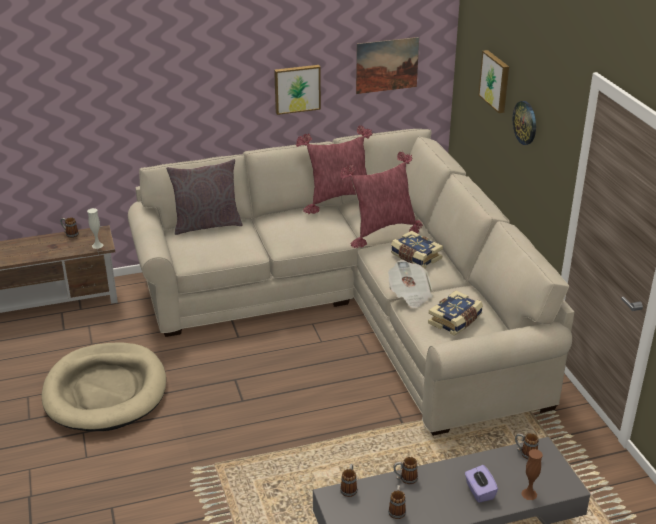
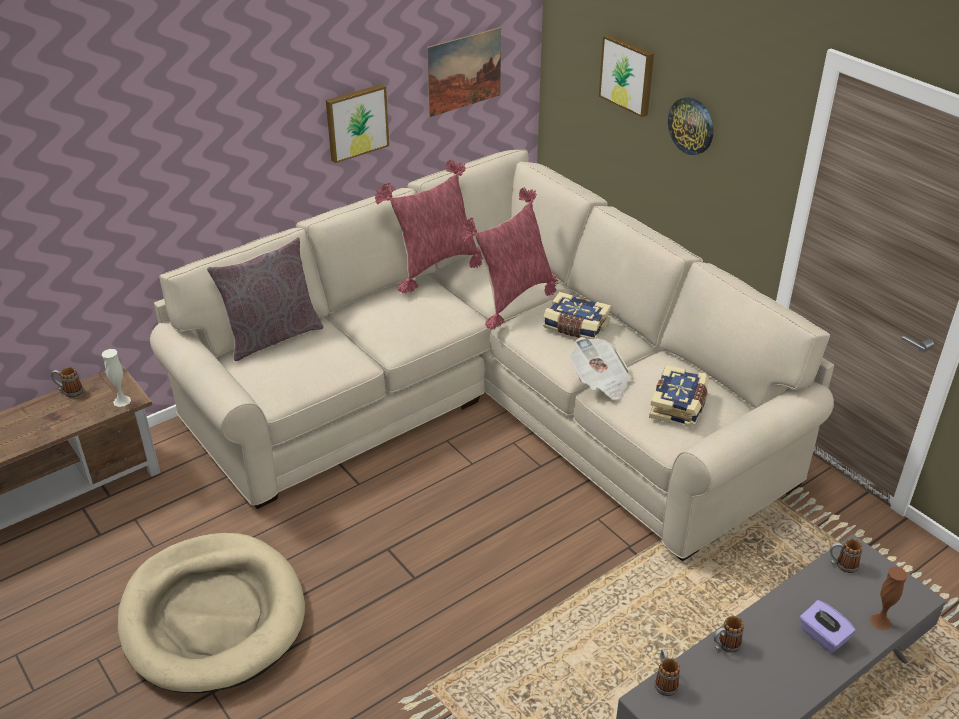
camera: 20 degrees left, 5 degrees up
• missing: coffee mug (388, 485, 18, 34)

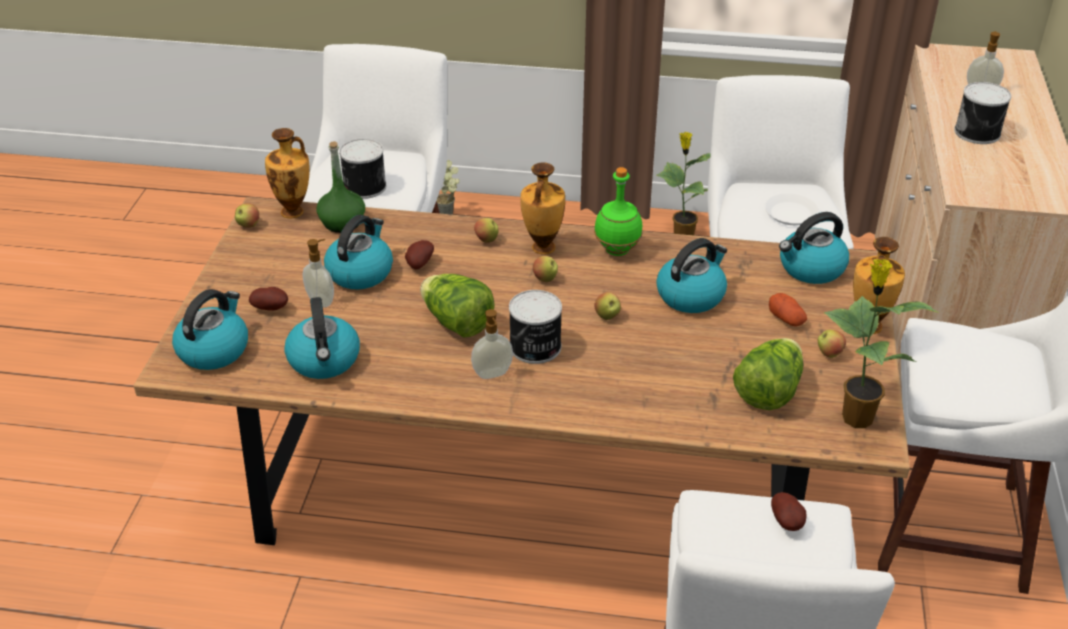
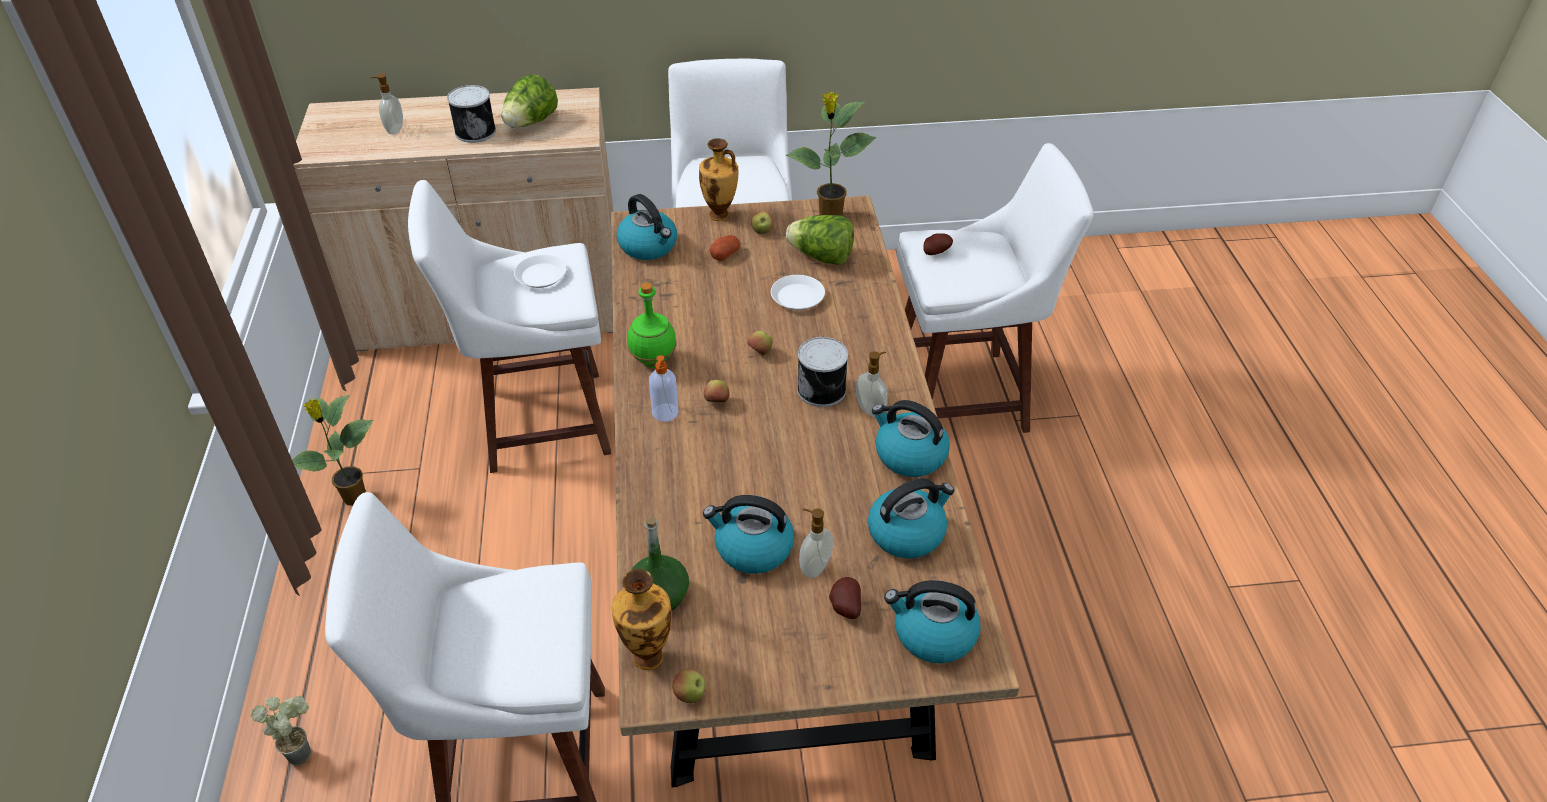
camera: 105 degrees left, 5 degrees up
• missing: metal can (339, 139, 47, 60)
• exchanged: flower vase (520, 162, 45, 92) to liquid soap bottle (649, 355, 30, 67)
• missing: apple fruit (474, 218, 25, 25)
• relocated: kettle (656, 238, 71, 75) to (872, 400, 78, 77)
• missing: whole potato (405, 240, 29, 29)
• relocated: lettuce head (420, 274, 75, 64) to (502, 74, 56, 54)
• appeared: dinner plate/whitish (771, 275, 54, 35)

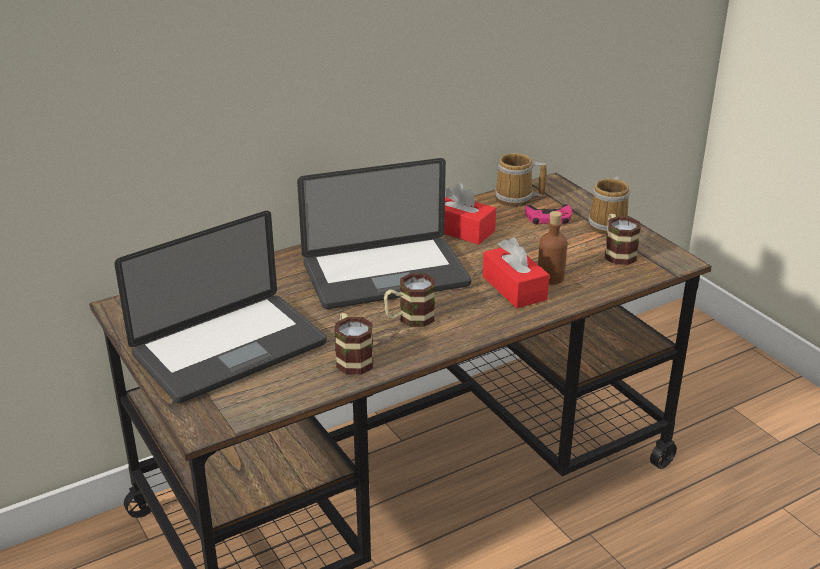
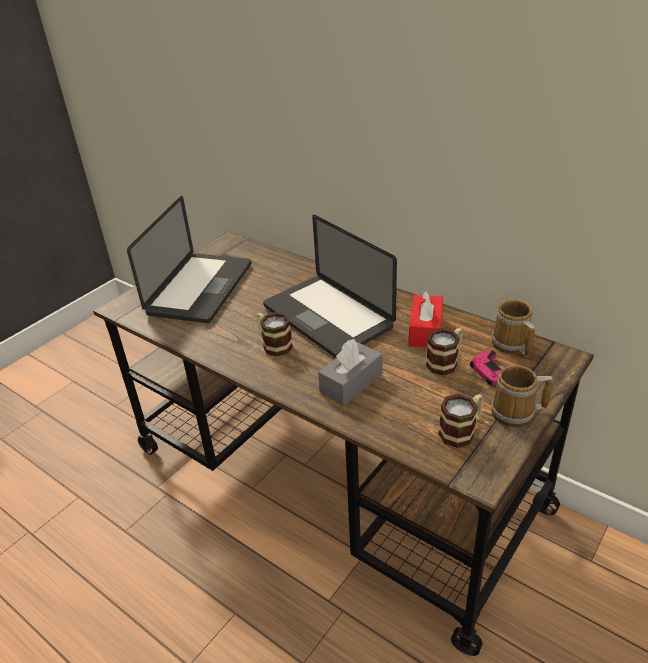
camera: 70 degrees right, 5 degrees up
• spun: notebook computer (114, 211, 213, 192) = (127, 196, 124, 127) 105 degrees counterclockwise
• missing: drink bottle/brownish (538, 211, 29, 74)
• colour: tissue holder/reddish (483, 237, 66, 71) to tissue holder/gray (318, 339, 64, 67)
• relocated: coffee mug (334, 313, 40, 62) to (426, 328, 37, 48)

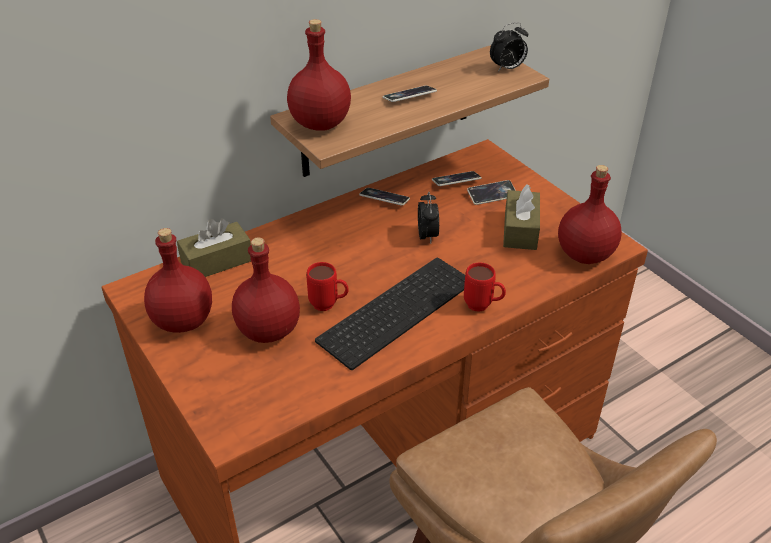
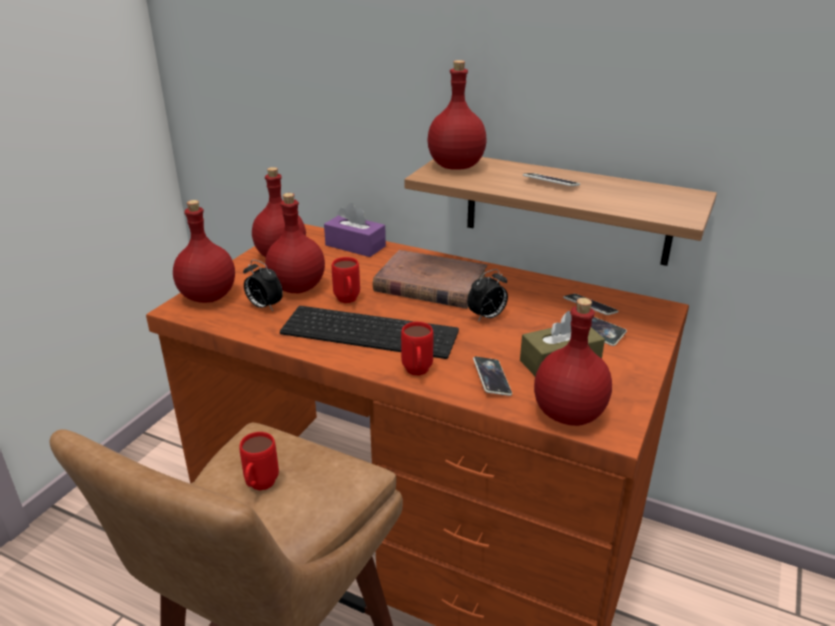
camera: 60 degrees right, 10 degrees down
• relocated: alarm clock (490, 22, 38, 50) to (243, 260, 40, 51)
• relocated: phone (359, 188, 51, 17) to (473, 356, 39, 40)
• colour: tissue holder/brownish (177, 218, 74, 59) to tissue holder/purple (324, 203, 62, 54)
• appeared: drink bottle/reddish (173, 200, 62, 103)
• appeared: book/brownish (373, 250, 115, 59)
• appeared: coffee mug/reddish (239, 432, 40, 58)

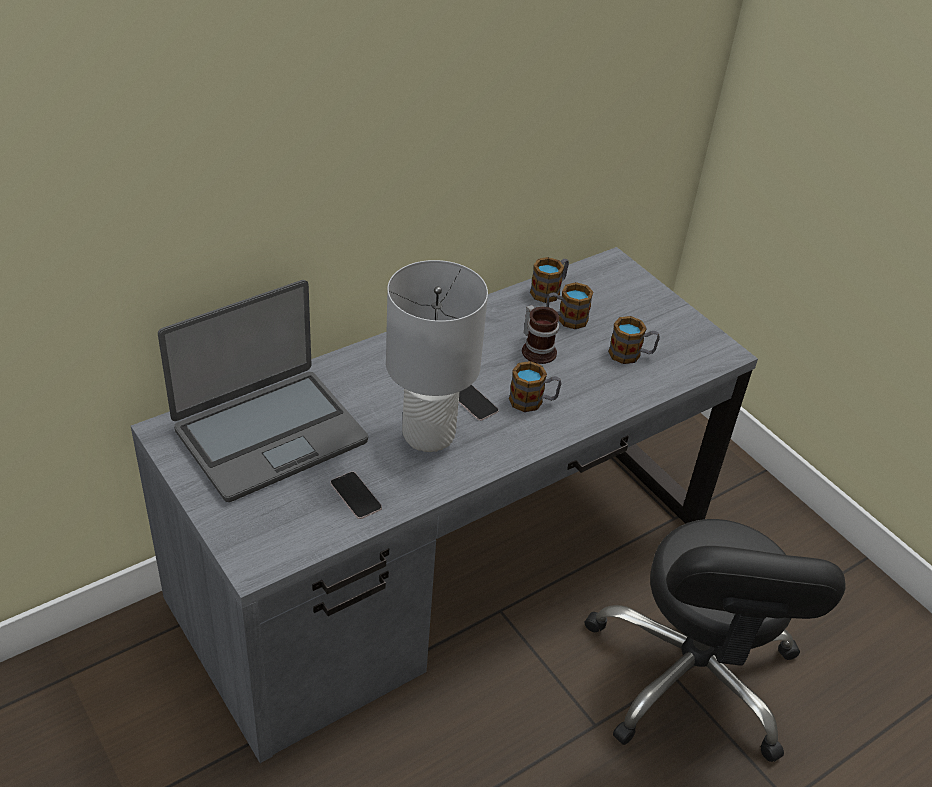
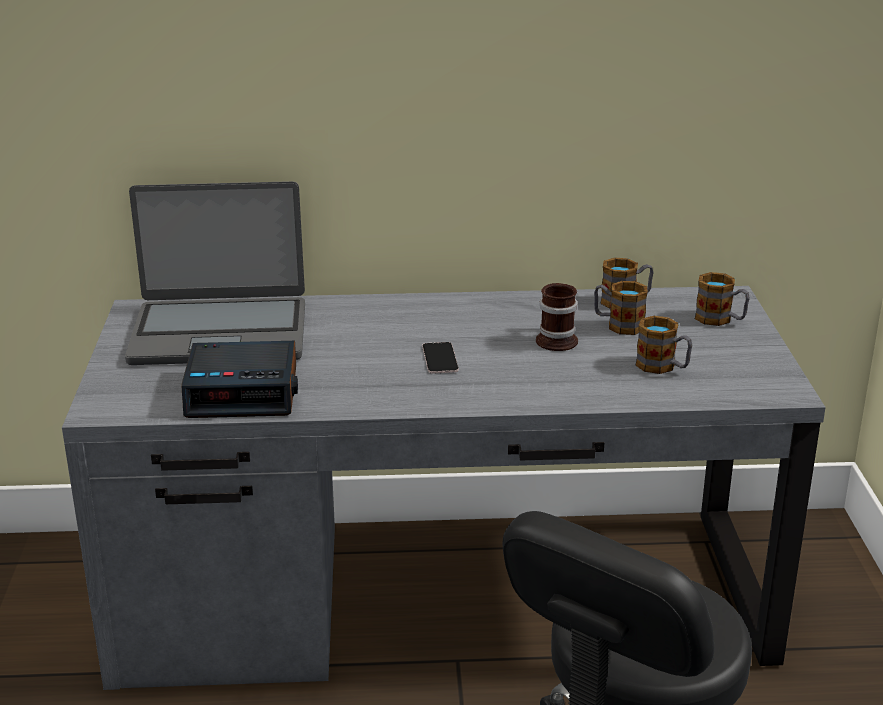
camera: 35 degrees right, 15 degrees down
• missing: lamp for a table/gray (386, 260, 102, 192)
• relocated: coffee mug (509, 361, 53, 51) to (695, 272, 55, 54)
• exchanged: phone (331, 472, 51, 47) to alarm clock (181, 341, 117, 77)

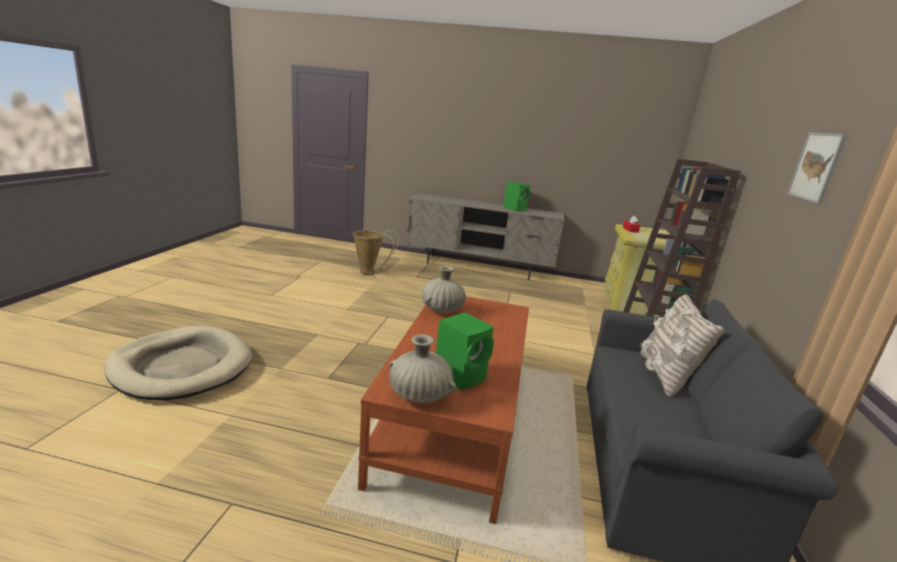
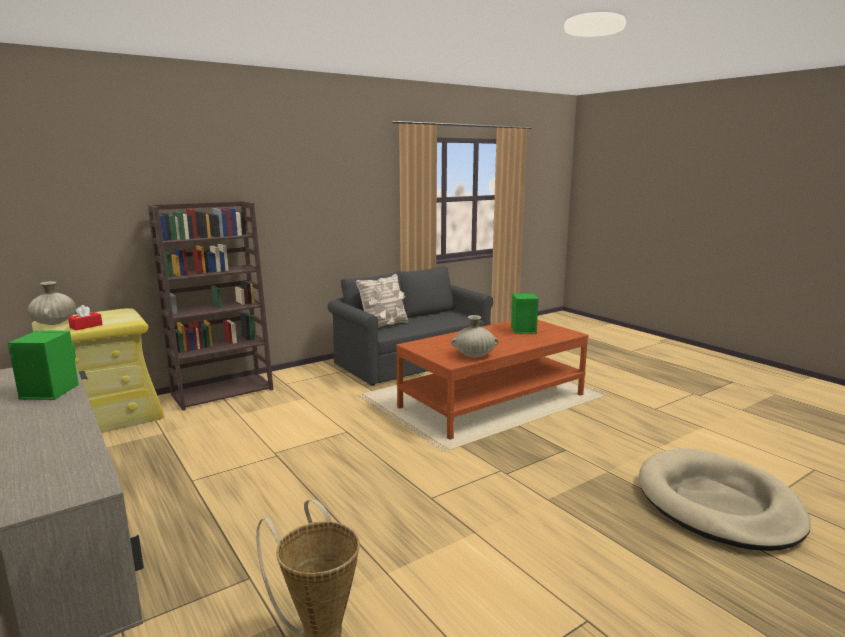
camera: 135 degrees left, 5 degrees down
• missing: wall picture (787, 132, 60, 72)
• relocated: flower vase/sand-coloured (389, 334, 67, 69) to (27, 281, 49, 44)

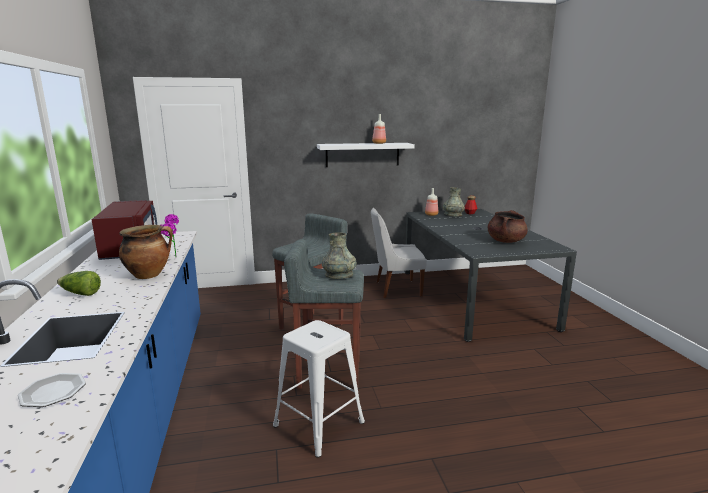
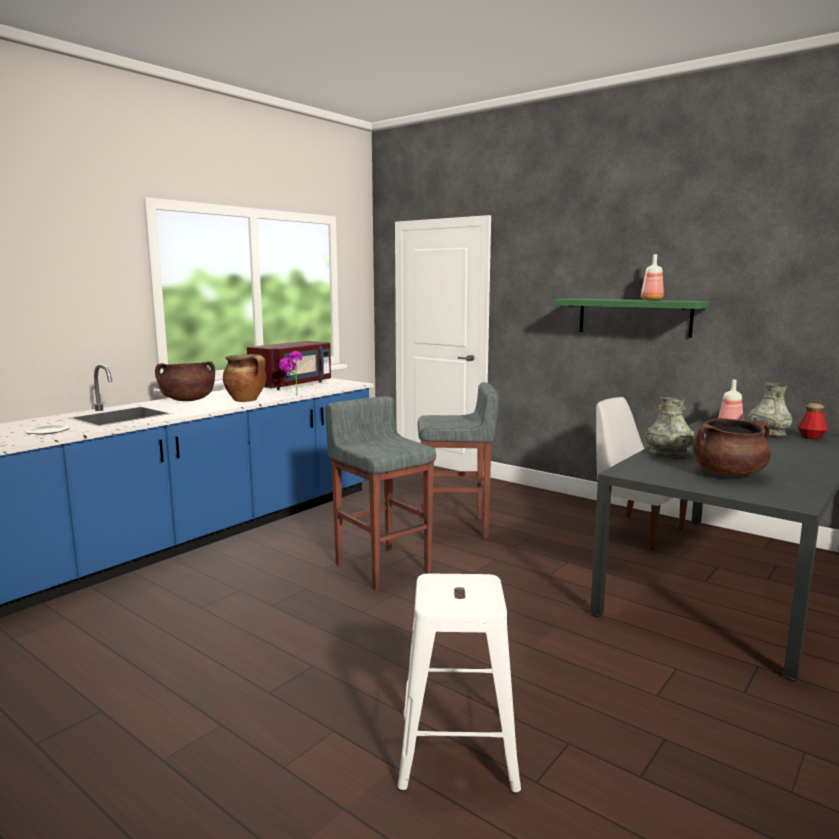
camera: 50 degrees right, 5 degrees down
• colour: wall shelf/whitish (317, 143, 98, 24) to wall shelf/greenish (554, 298, 155, 40)
• relocated: flower vase/gray (322, 232, 35, 47) to (645, 397, 49, 60)
• exchanged: lettuce head (57, 271, 44, 25) to stockpot/brownish (155, 361, 60, 40)
• relocated: sitting stool/whitish (273, 320, 92, 138) to (397, 574, 124, 220)

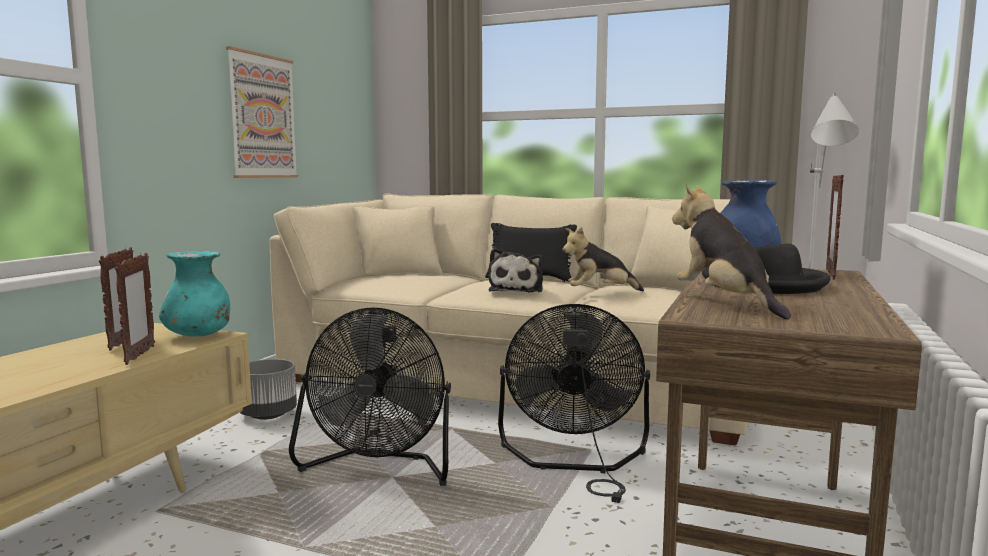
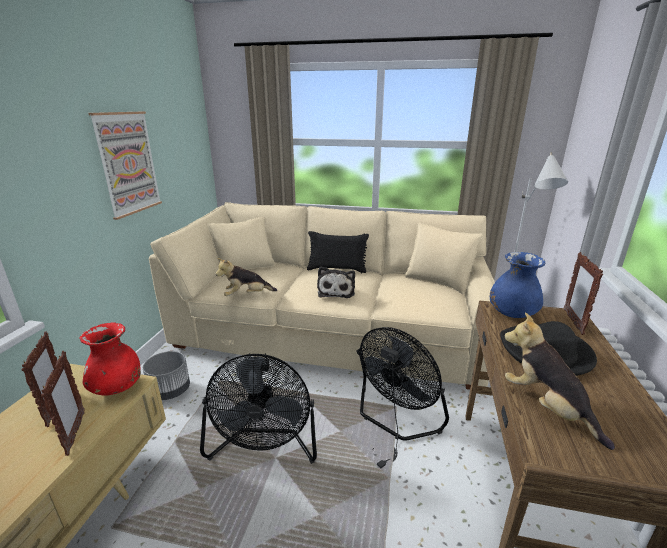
camera: 10 degrees left, 15 degrees up
• relocated: cuddly toy (563, 227, 81, 64) to (215, 258, 62, 38)
• colour: flower vase/turquoise (159, 251, 71, 86) to flower vase/reddish (79, 322, 62, 74)
• spun: cooling fan/black (498, 304, 152, 199) = (356, 327, 93, 142) 45 degrees clockwise

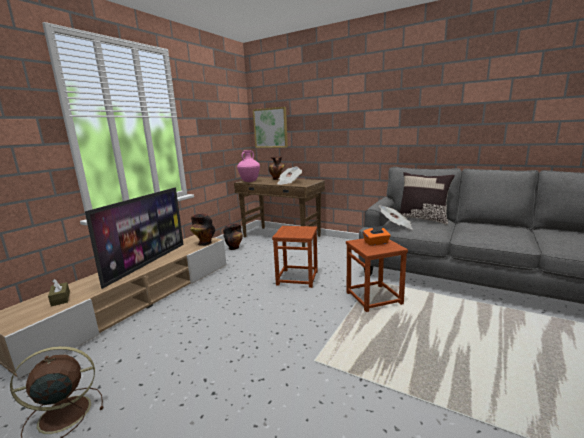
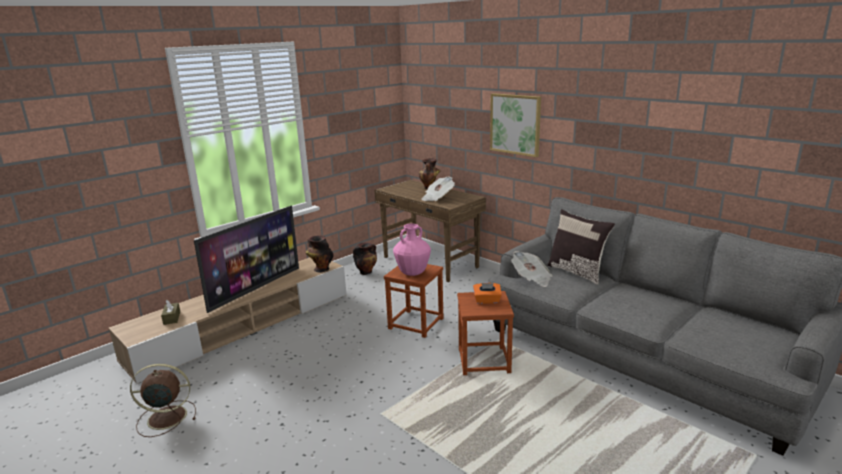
camera: 15 degrees right, 5 degrees up
• relocated: wall picture (253, 107, 35, 41) to (490, 93, 51, 64)
• relocated: flower vase/pinkish (237, 150, 23, 32) to (393, 224, 38, 52)

